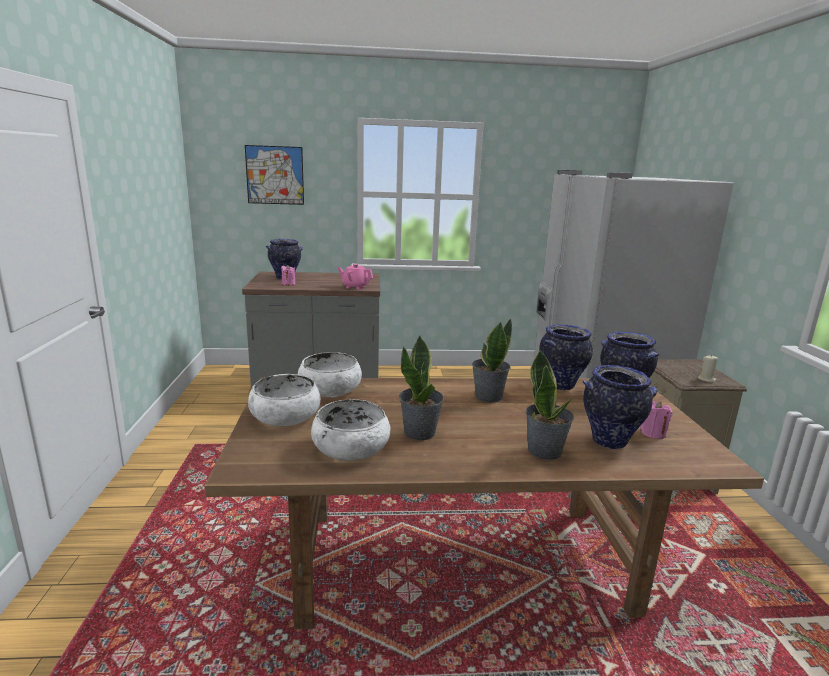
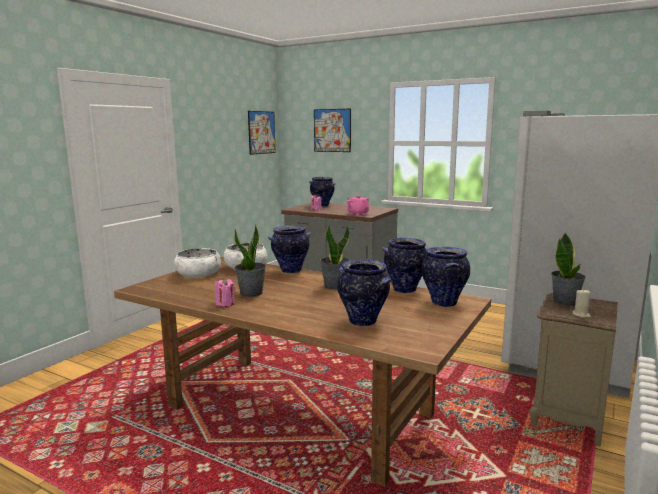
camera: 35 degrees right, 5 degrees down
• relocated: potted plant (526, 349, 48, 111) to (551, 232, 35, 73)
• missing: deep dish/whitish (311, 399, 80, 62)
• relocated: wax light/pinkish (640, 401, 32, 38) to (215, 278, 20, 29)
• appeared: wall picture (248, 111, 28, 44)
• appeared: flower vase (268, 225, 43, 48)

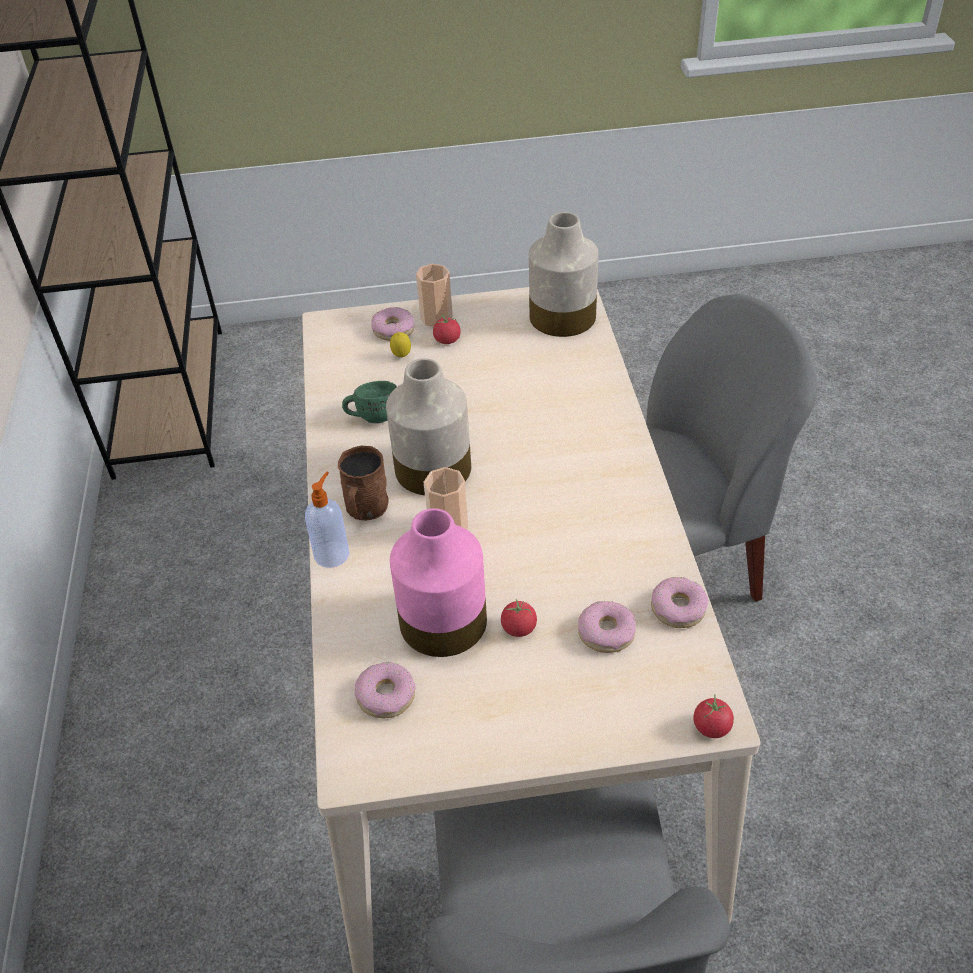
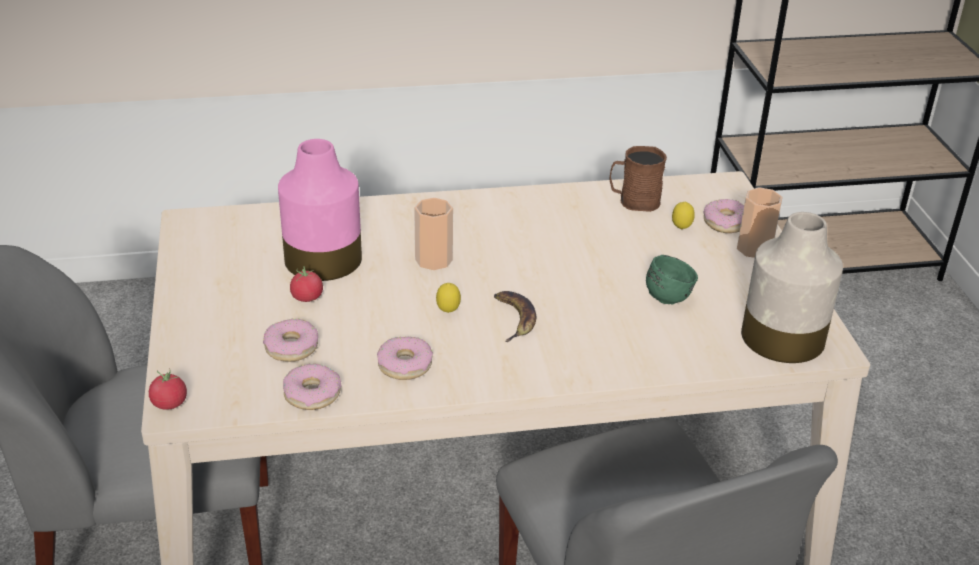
camera: 85 degrees right, 10 degrees down
• missing: tomato (433, 315, 28, 29)
• missing: flower vase/sand-coloured (386, 358, 85, 137)
• relocated: coffee mug/greenish (342, 381, 55, 42) to (646, 255, 52, 50)
• relocated: coffee mug/brownish (338, 446, 51, 74) to (609, 146, 58, 66)
• missing: liquid soap bottle (305, 472, 44, 96)
• relocated: ring doughnut (355, 662, 61, 56) to (377, 337, 56, 43)
• appeared: lemon (436, 283, 25, 30)
• appeared: whole banana (494, 291, 42, 51)

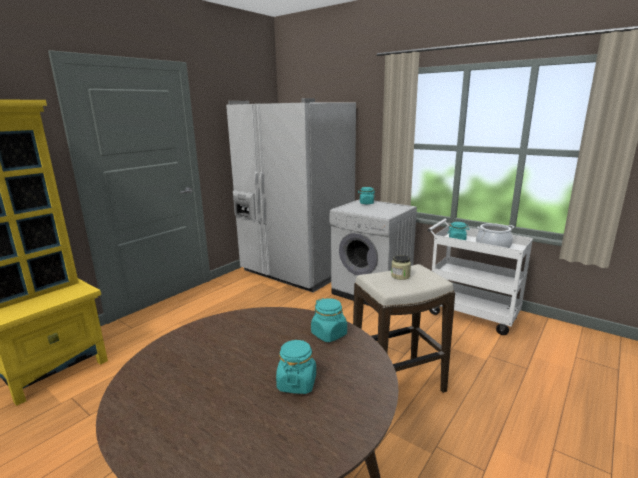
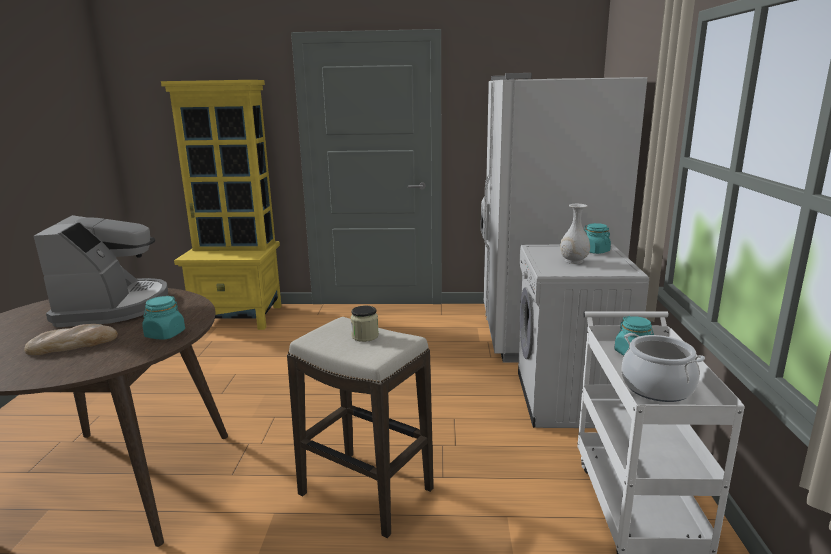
camera: 55 degrees right, 0 degrees up
• exchanged: jar/turquoise (276, 340, 40, 54) to bread (24, 324, 94, 31)
• appeared: flower vase/whitish (560, 204, 30, 60)
• appeared: coffee brewer (34, 215, 134, 112)

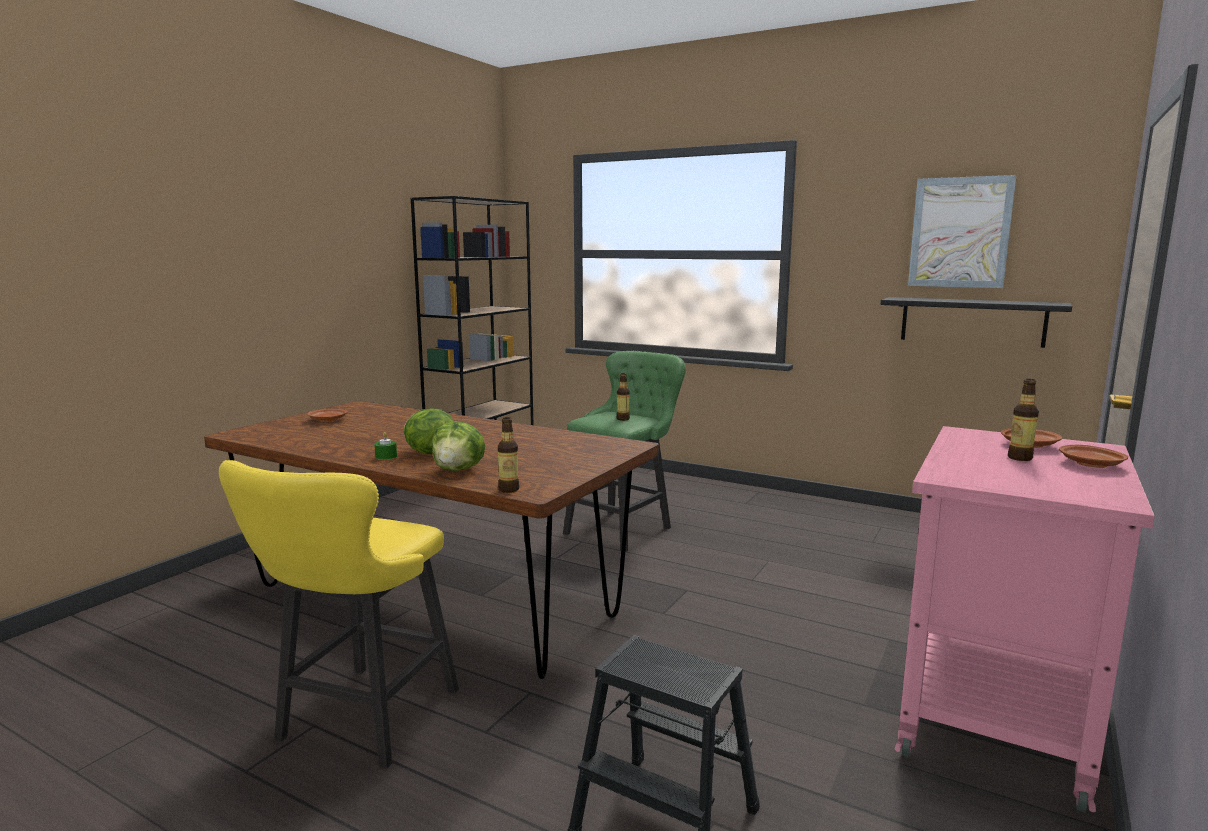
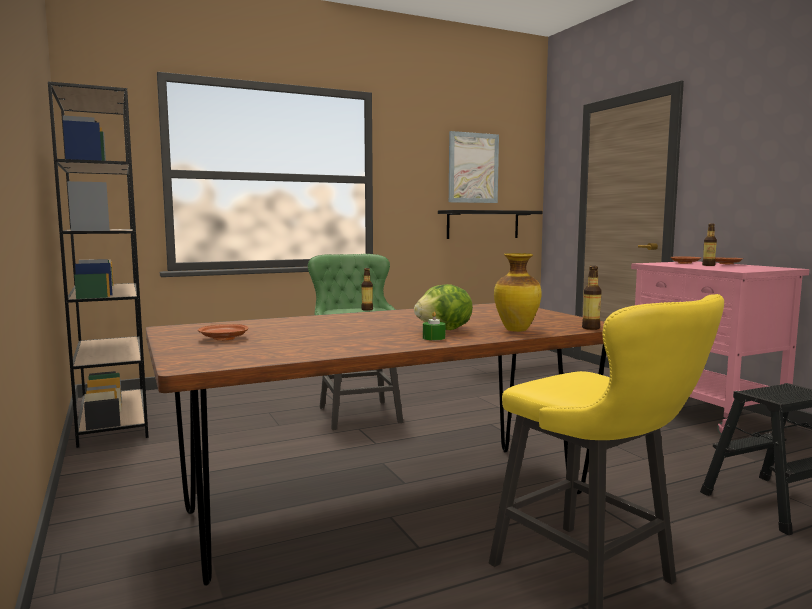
camera: 55 degrees left, 5 degrees down
• exchanged: lettuce head (432, 421, 53, 50) to flower vase (494, 253, 48, 79)

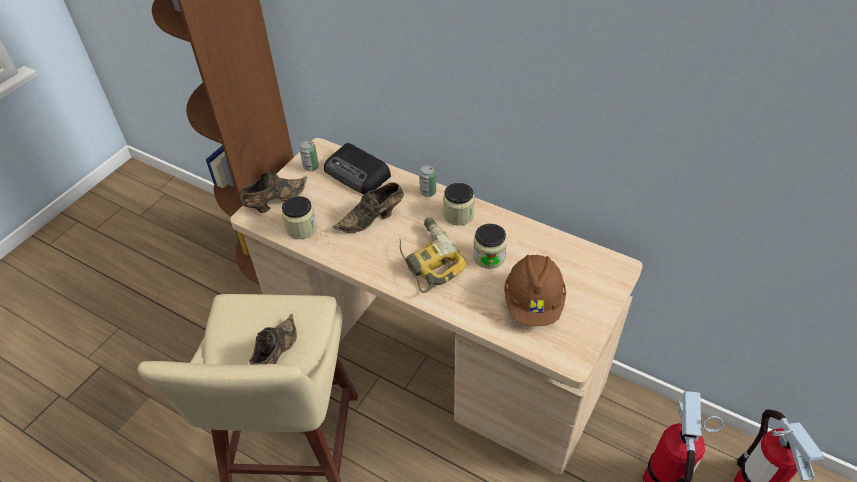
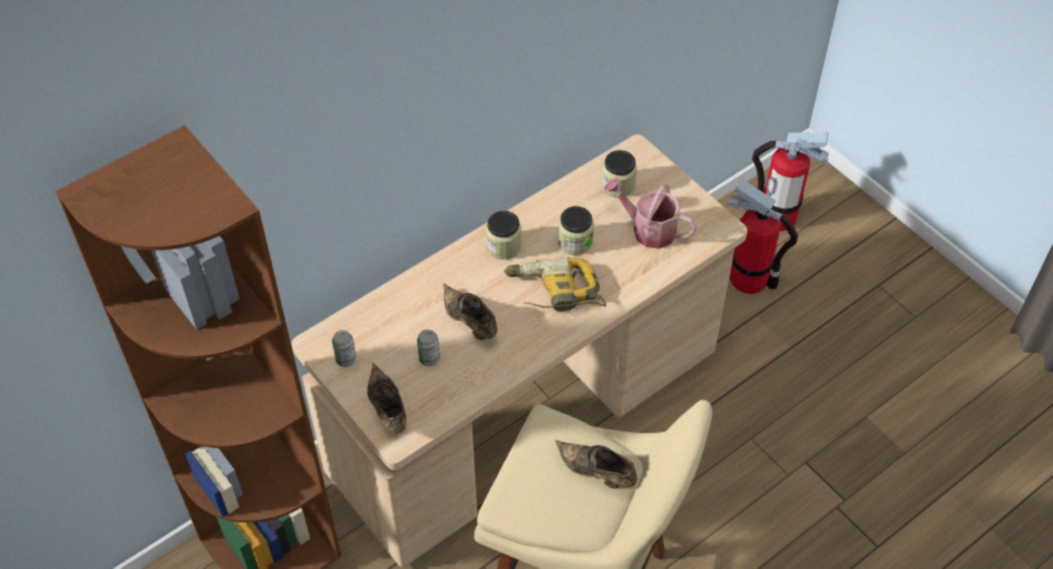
camera: 70 degrees left, 5 degrees up
• missing: radio set (324, 143, 67, 51)
• relocated: metal can (419, 165, 17, 32) to (417, 330, 23, 36)
• spun: low shoe/brownish (333, 182, 71, 51) = (443, 283, 55, 57) 150 degrees clockwise
• relocated: jar (282, 196, 35, 43) to (601, 150, 36, 48)
• exchanged: safety helmet/brownish (504, 255, 62, 71) to watering pot (604, 178, 93, 71)

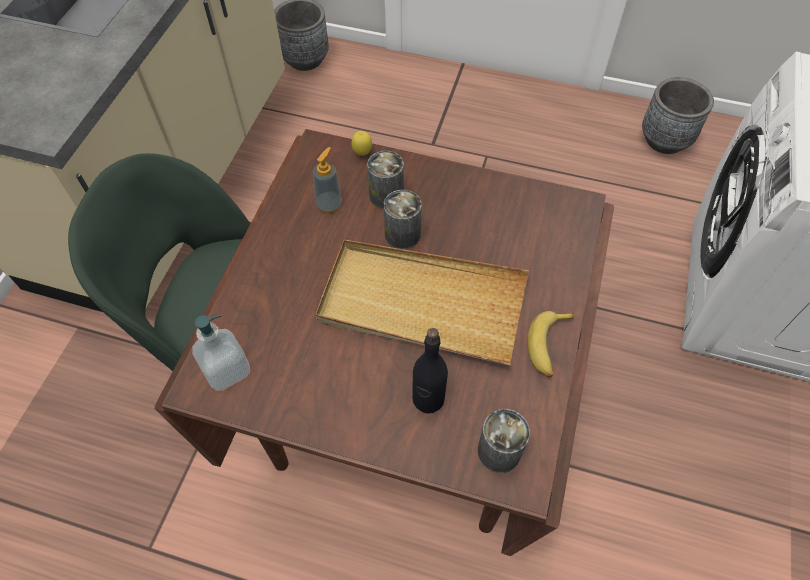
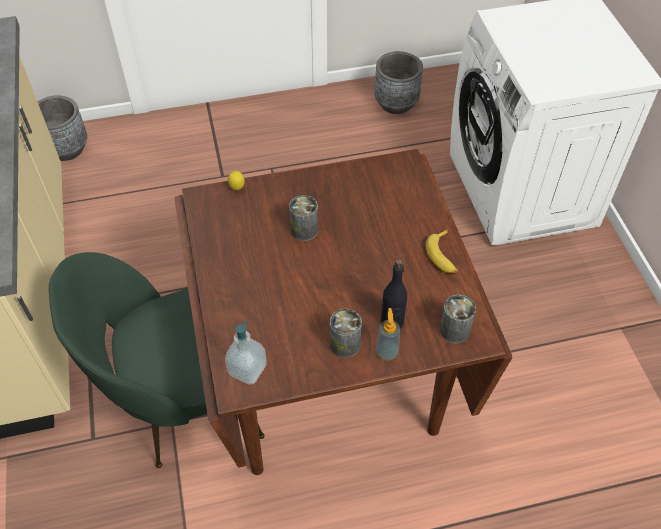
camera: 30 degrees left, 5 degrees down
• relocated: liquid soap bottle (313, 147, 29, 66) to (375, 308, 25, 53)
• relocated: metal can (367, 151, 37, 58) to (330, 309, 32, 49)
• missing: serving tray/sand-coloured (315, 240, 214, 126)

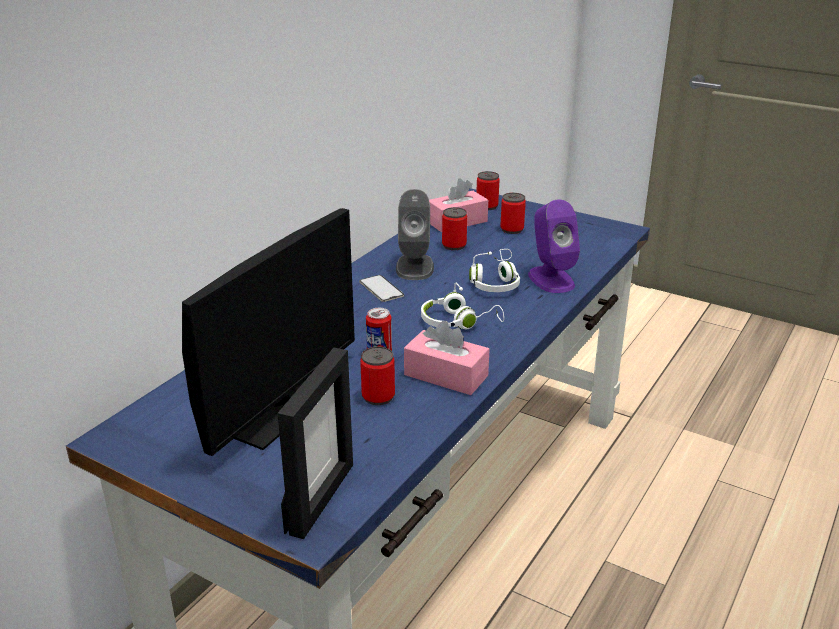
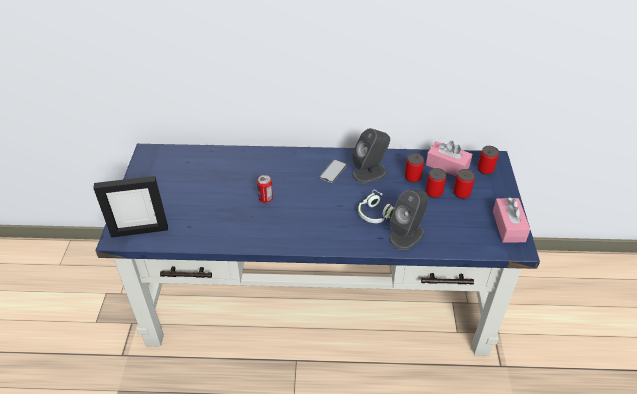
camera: 60 degrees right, 15 degrees up
• colour: audio speaker/purple (528, 200, 52, 93) to audio speaker/gray (389, 190, 40, 60)
• missing: computer screen (182, 208, 173, 248)
• missing: pair of headphones/whitish (421, 283, 83, 47)
• relocated: tissue holder/pinkish (404, 321, 85, 74) to (493, 197, 37, 46)
• relocated: metal can (360, 347, 35, 58) to (426, 168, 20, 30)

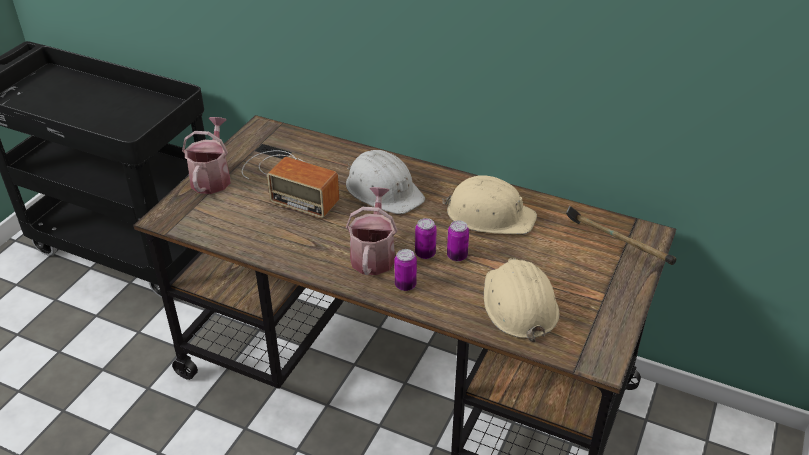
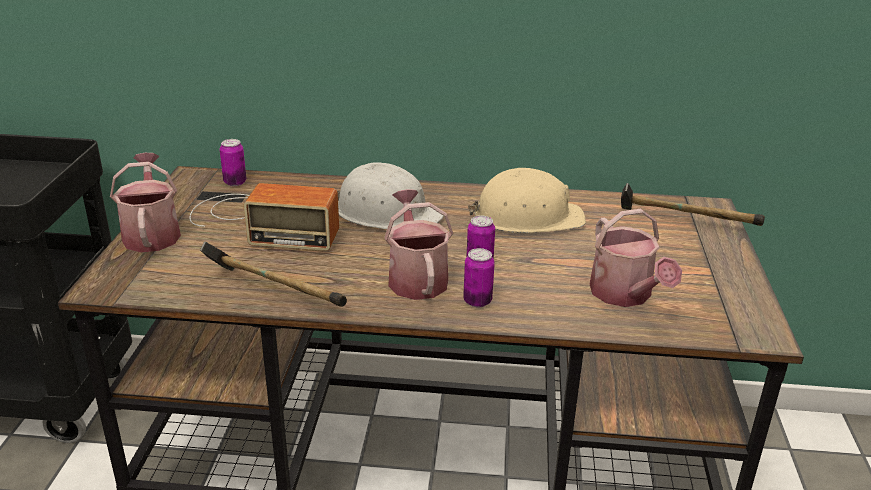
camera: 20 degrees left, 10 degrees down
• relocated: metal can (447, 220, 22, 41) to (220, 139, 26, 47)
• exchanged: safety helmet/sand-coloured (484, 258, 75, 84) to watering pot (590, 209, 92, 98)
• appeared: hand hammer (200, 241, 147, 66)

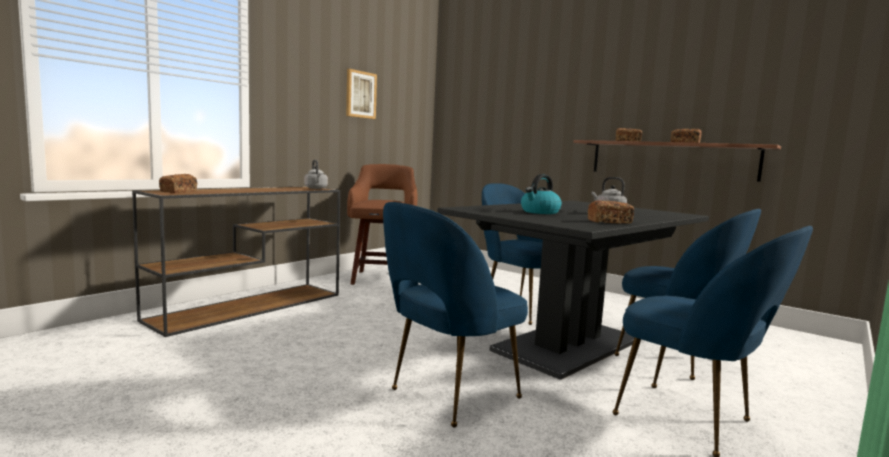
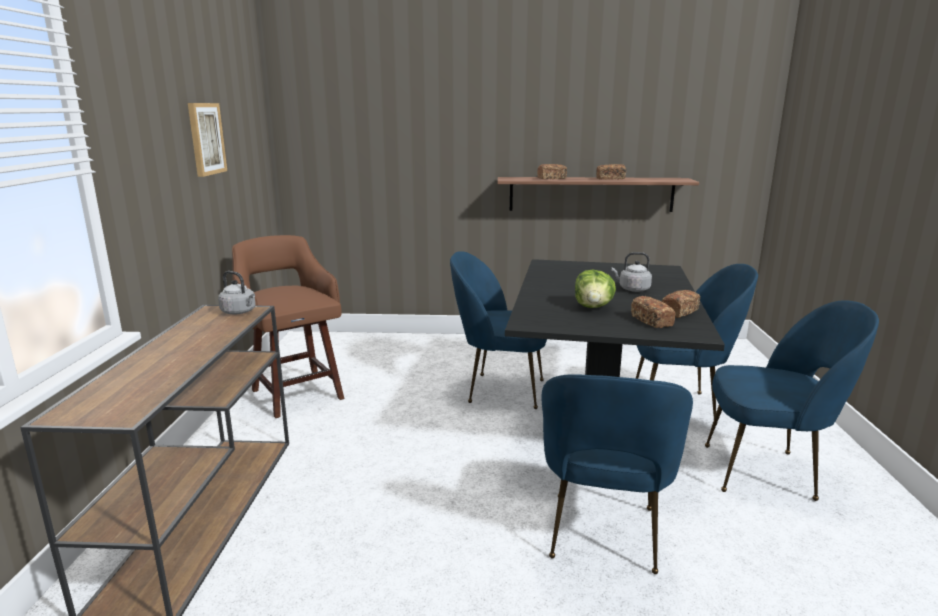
camera: 35 degrees left, 10 degrees up
• relocated: bread (159, 174, 38, 19) to (631, 296, 44, 32)
• exchanged: kettle (521, 174, 41, 40) to lettuce head (575, 270, 41, 38)

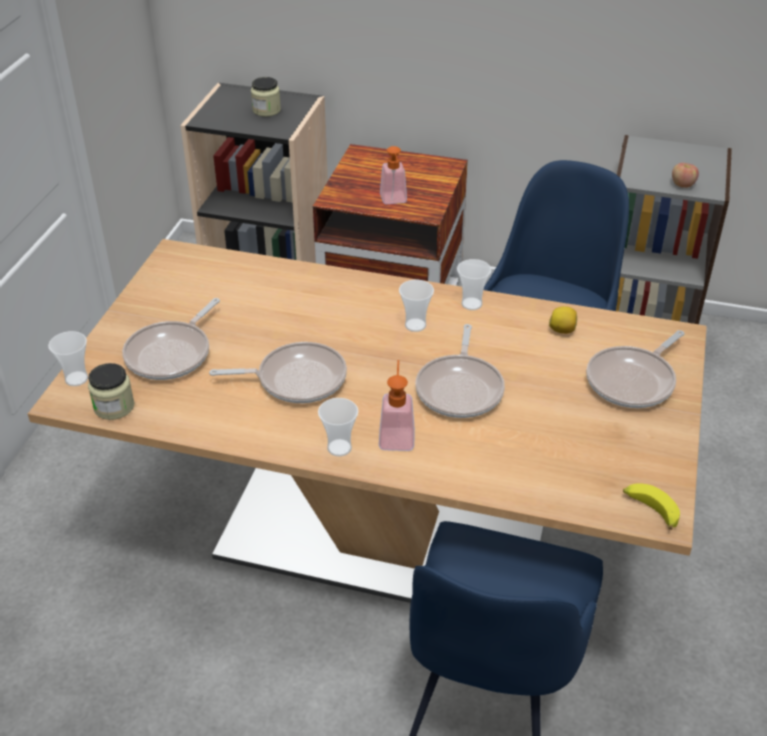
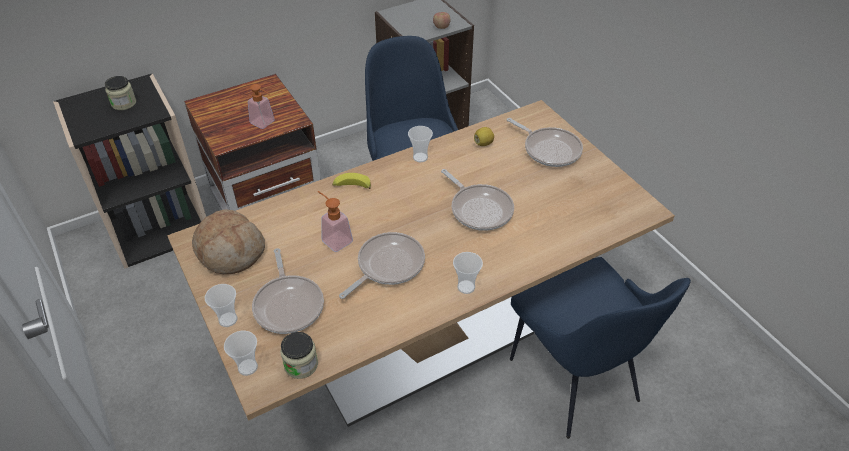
camera: 45 degrees left, 5 degrees up
• relocated: drinking cup (399, 280, 35, 52) to (205, 284, 33, 43)
• spun: skillet (586, 330, 99, 78) = (507, 118, 76, 49) 45 degrees counterclockwise
• relocated: liquid soap bottle (379, 360, 36, 91) to (318, 191, 35, 61)
• relocated: whole banana (623, 483, 57, 47) to (332, 173, 39, 16)
• appeared: bread (192, 209, 73, 65)

